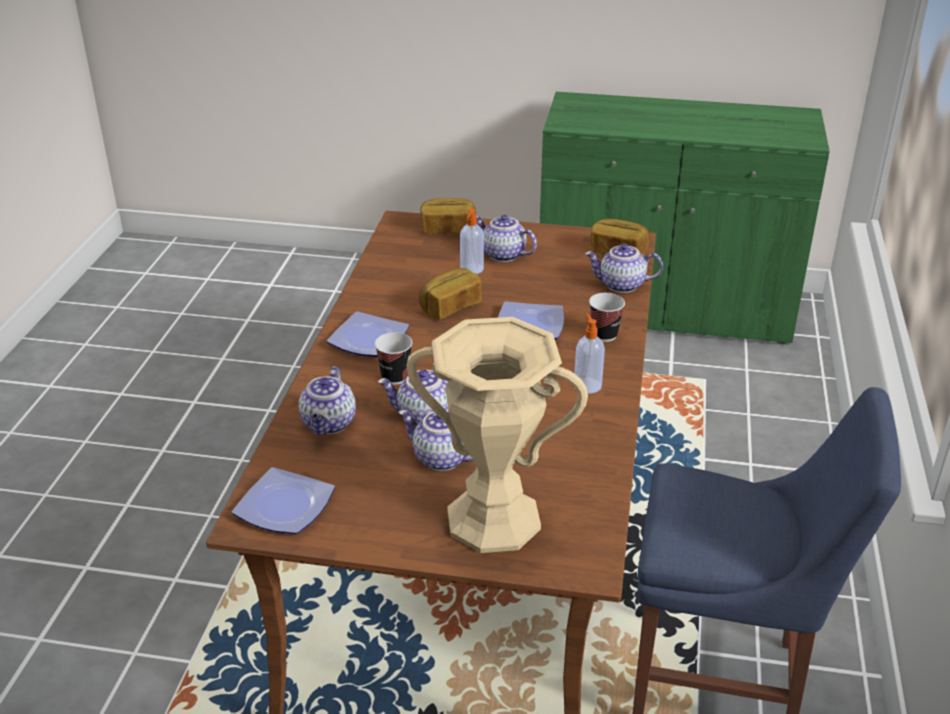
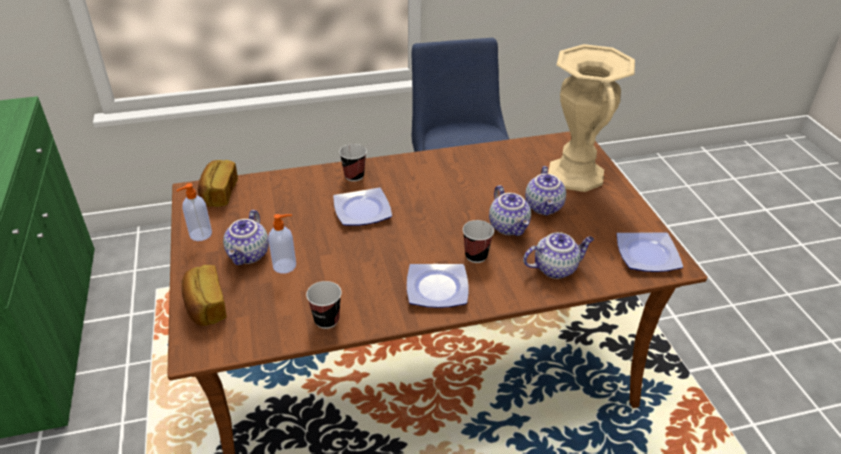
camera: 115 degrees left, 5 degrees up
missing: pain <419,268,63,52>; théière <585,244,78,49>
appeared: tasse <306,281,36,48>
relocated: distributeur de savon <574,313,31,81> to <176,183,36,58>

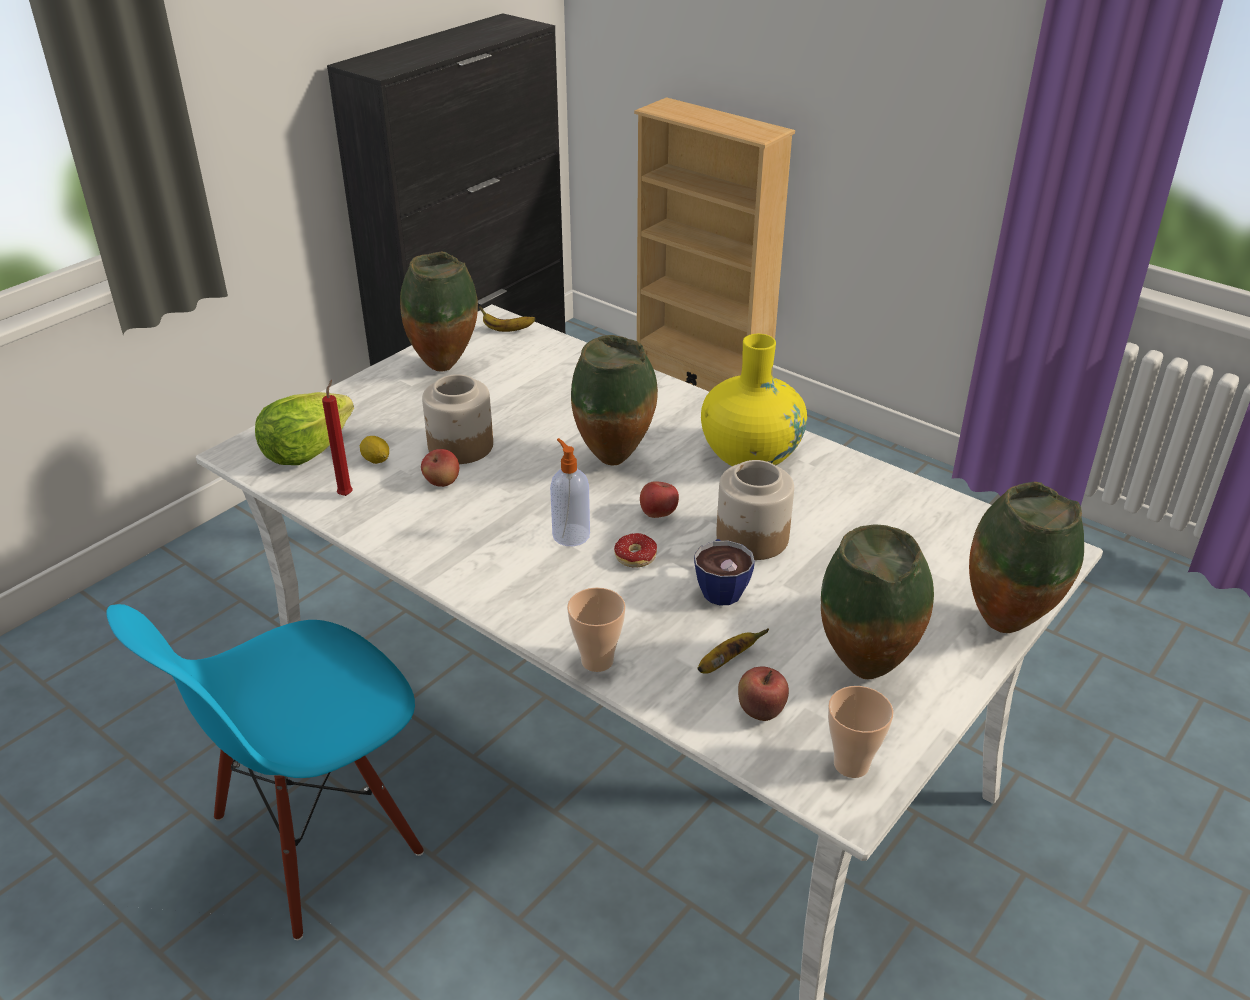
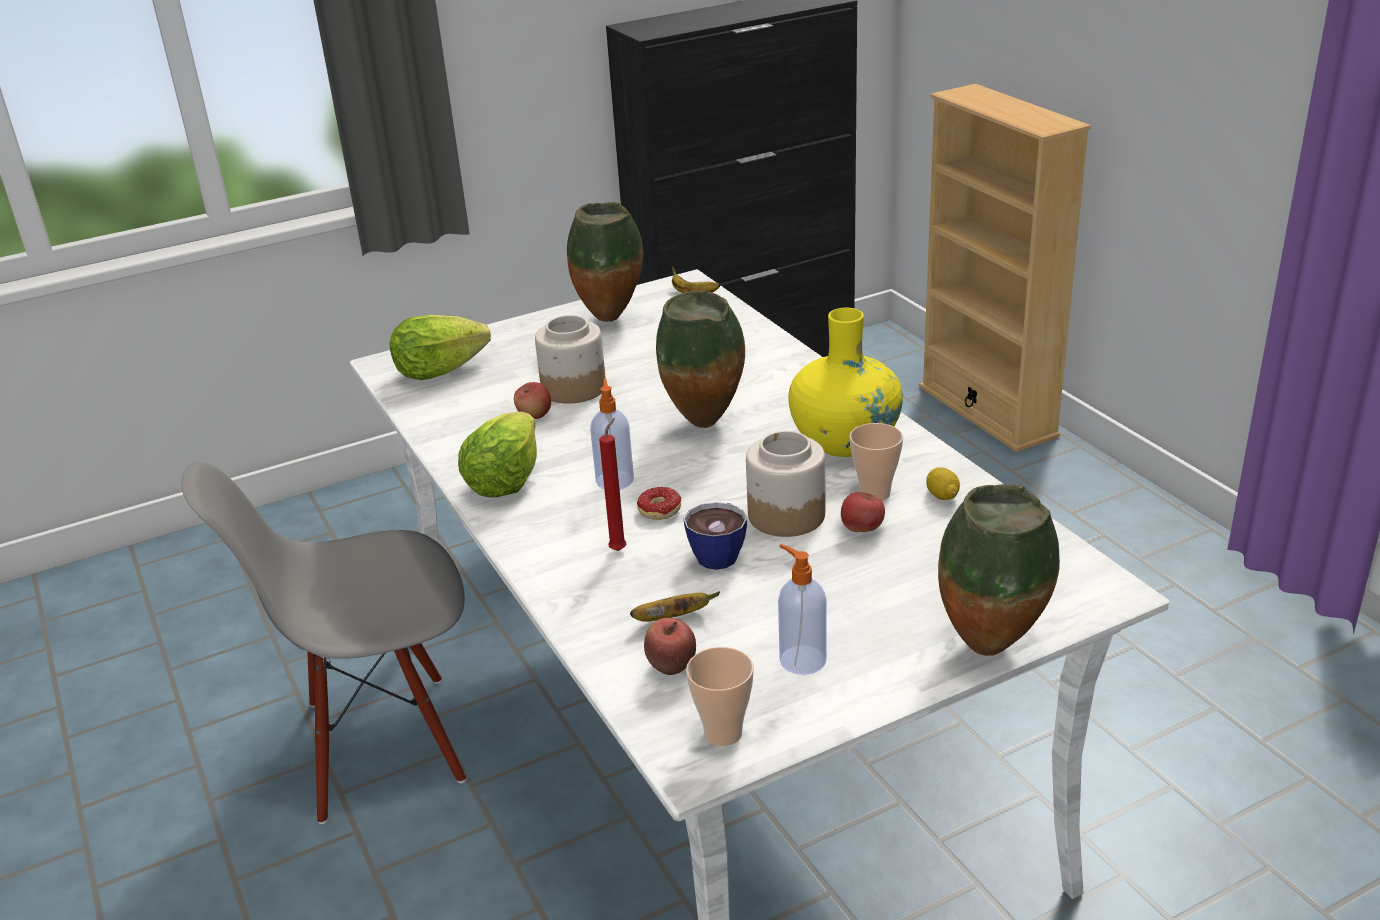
camera: 25 degrees right, 5 degrees down
appeared: laitue <458,412,79,86>
relocated: bougie [rouge] <322,380,31,116> to <599,418,28,133>; citron <360,436,29,28> to <926,467,34,33>; tasse <567,587,59,85> to <849,423,54,78>; pomme <640,481,39,37> to <841,492,44,40>
exchanged: vase <821,525,113,154> to distributeur de savon <778,544,49,131>
colour: chaise [bleu] <106,604,318,336> to chaise [gris] <181,462,285,362>

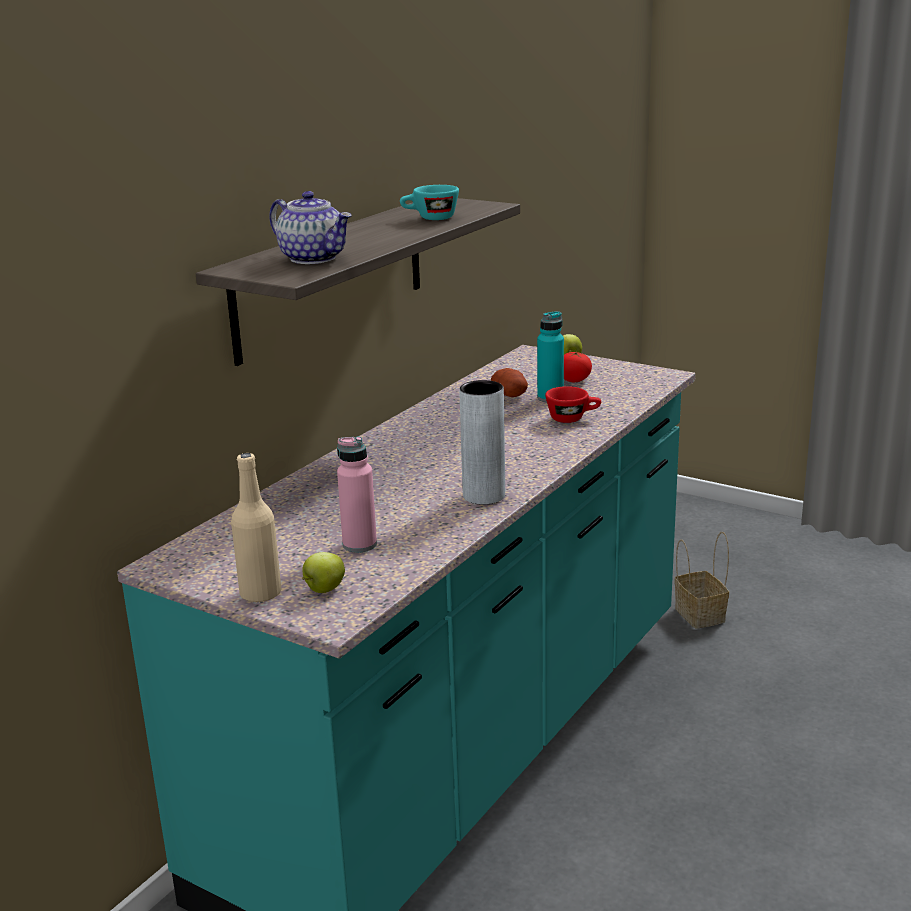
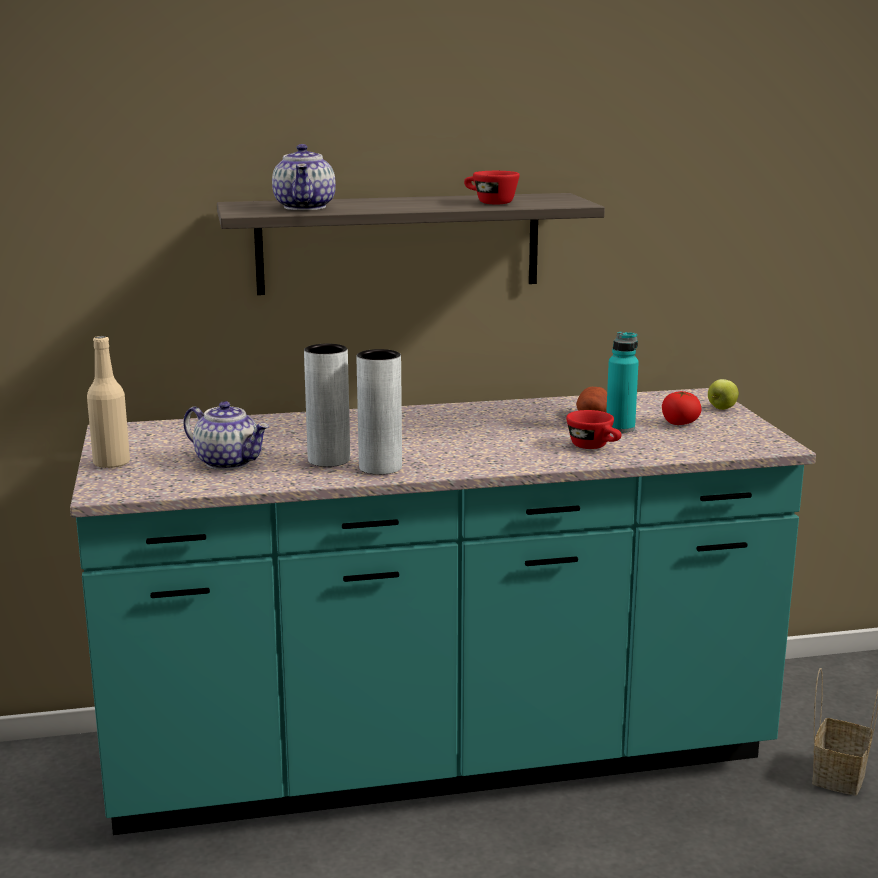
camera: 45 degrees right, 5 degrees down
missing: pomme <302,552,43,41>
appeared: vase [gris] <304,344,46,123>
exchanged: bouteille [rose] <337,436,40,117> to théière <183,401,86,69>
colour: tasse [turquoise] <400,185,59,35> to tasse [rouge] <464,171,56,33>

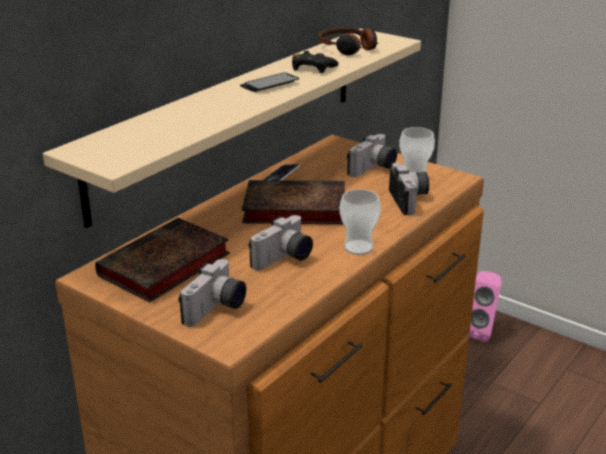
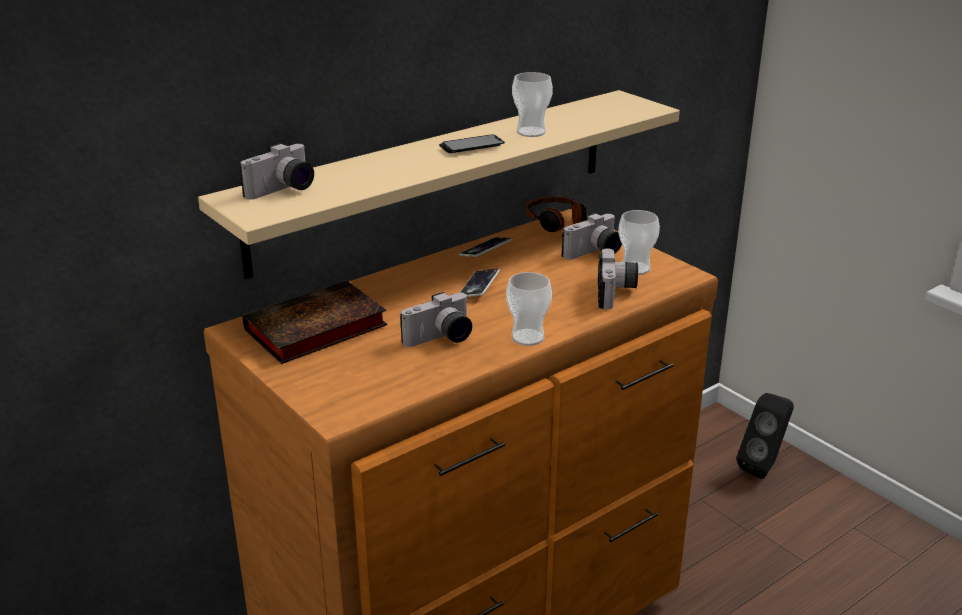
camera: 15 degrees right, 0 degrees up
relocated: appareil photo <178,259,68,68> to <240,143,74,57>; casque audio <319,28,59,27> to <526,196,61,36>
exchanged: livre <242,180,103,44> to téléphone <460,269,40,28>; manette [noir] <292,51,47,22> to tasse <512,72,41,65>
colour: enceinte [rose] <467,271,35,71> to enceinte [noir] <737,393,57,86>

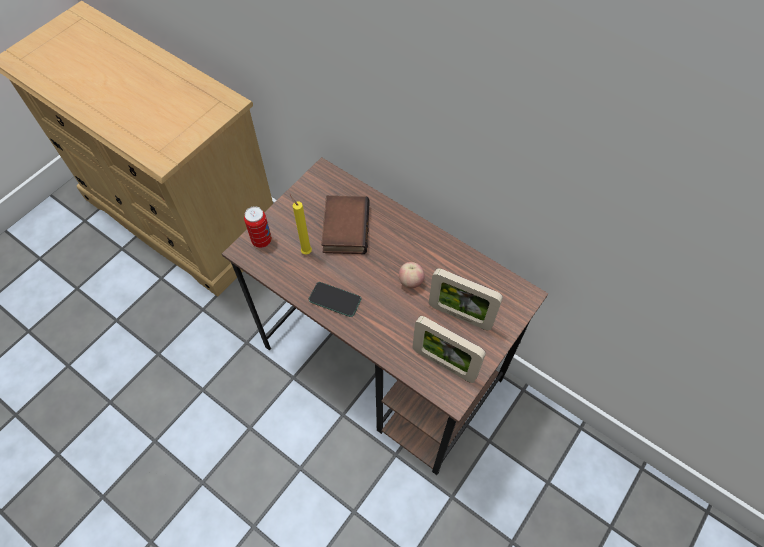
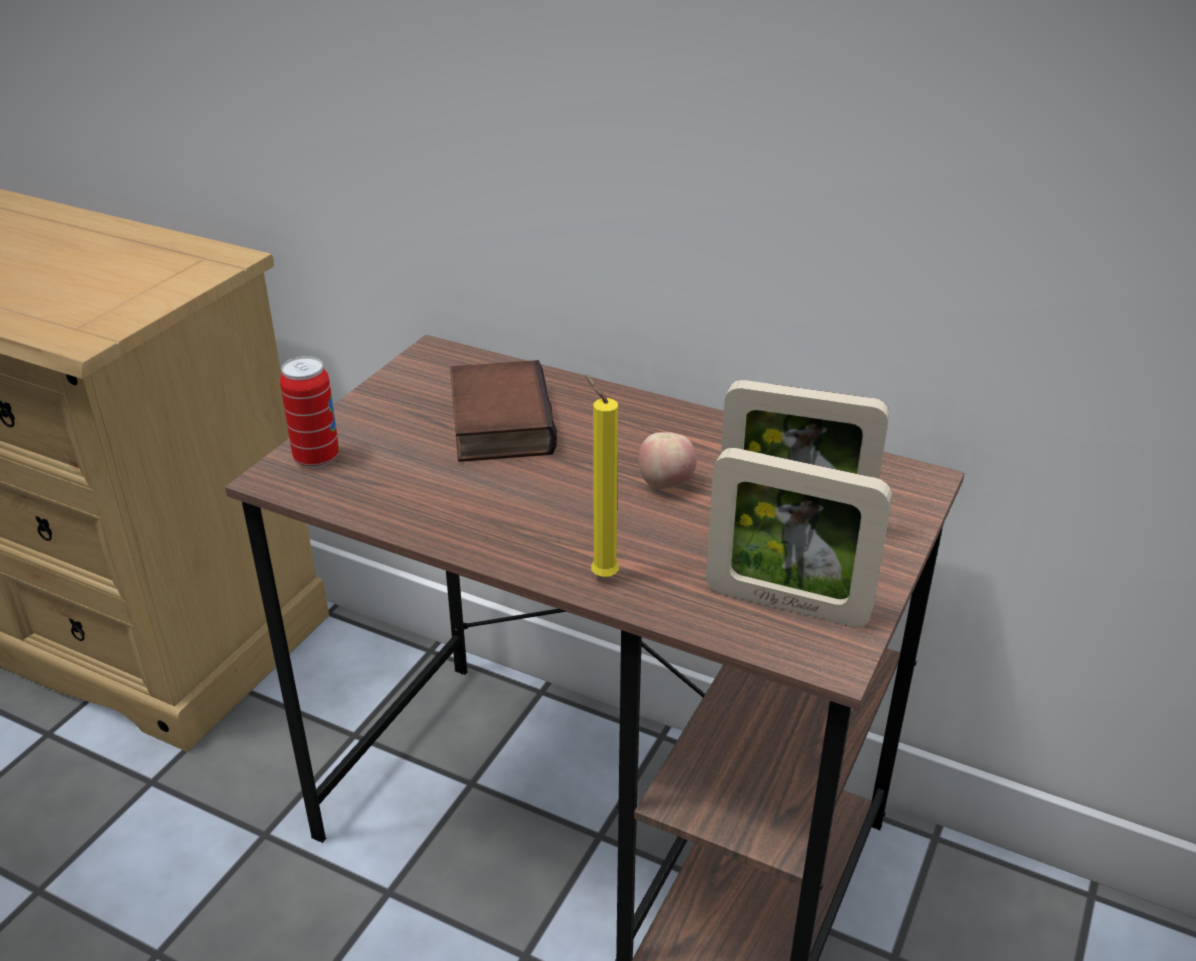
camera: 10 degrees left, 25 degrees down
missing: téléphone <308,282,54,35>
relocated: bougie [jaune] <290,193,22,62> to <585,374,34,203>

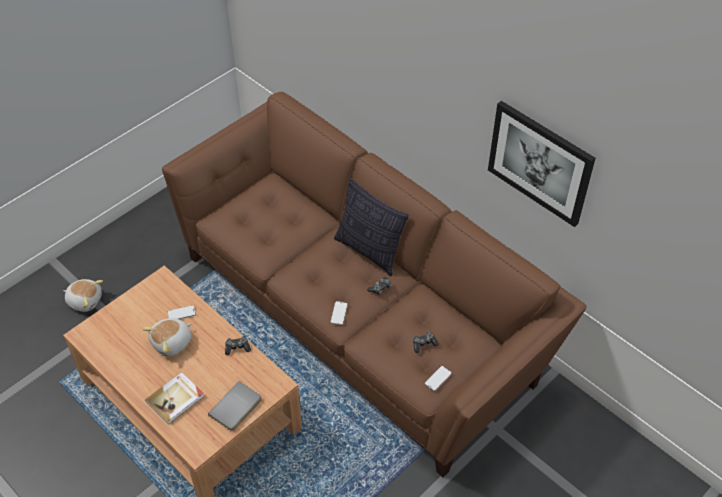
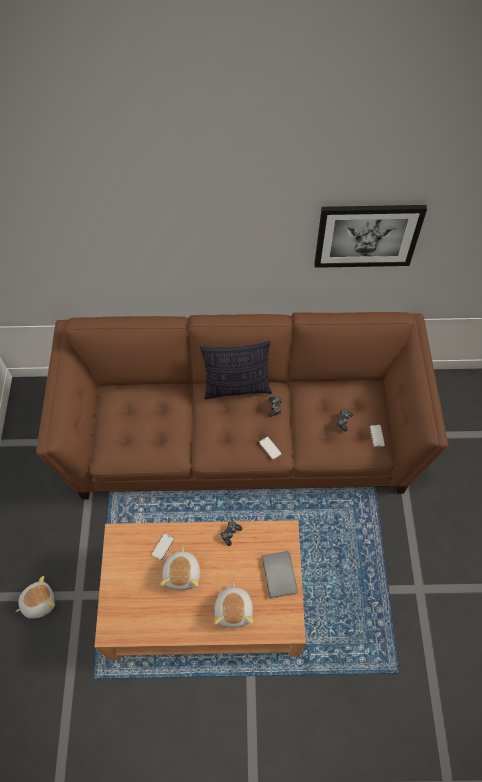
camera: 45 degrees left, 10 degrees up
exchanged: livre <145,372,59,53> to peluche <214,582,39,46>

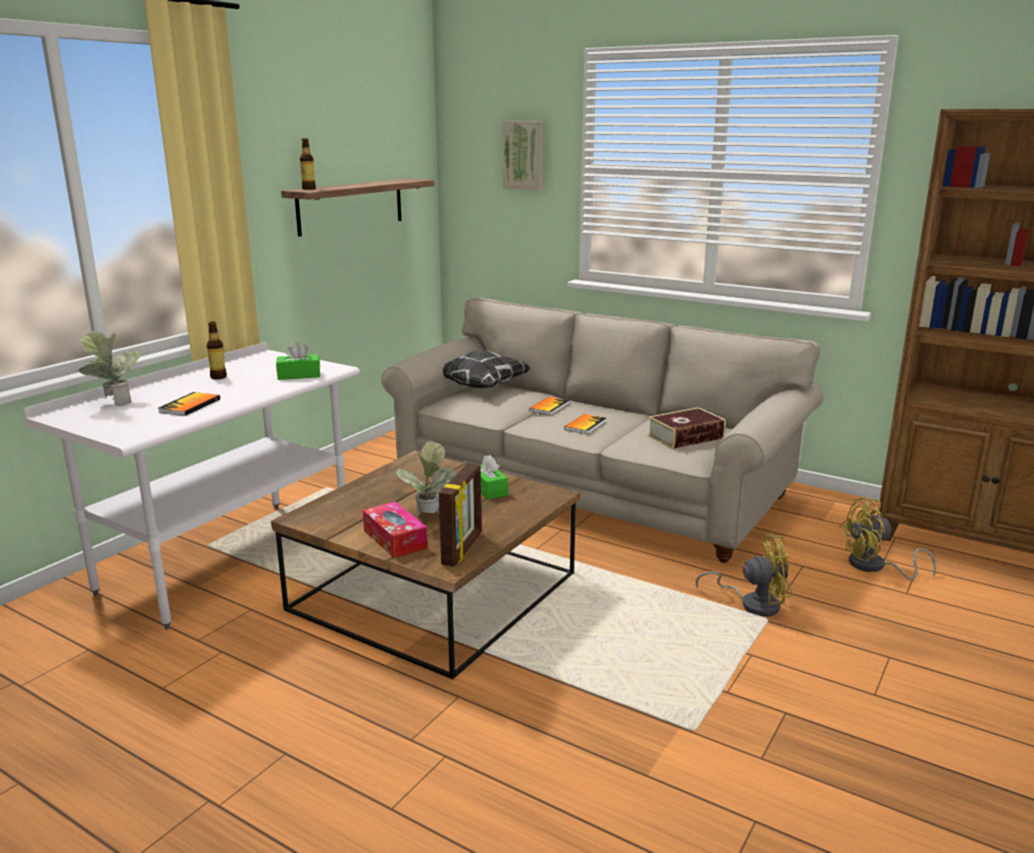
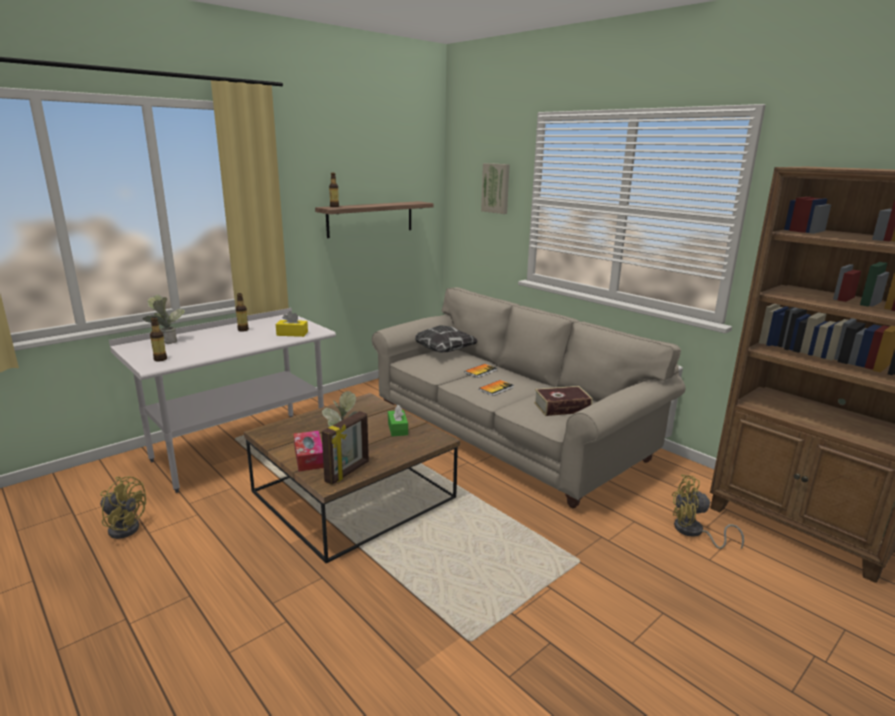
camera: 15 degrees right, 0 degrees up
missing: livre <158,392,62,24>
appeared: bouteille <150,317,17,44>
relocated: ventilateur [jaune] <696,534,97,83> to <100,476,46,63>
colour: boîte à mouchoirs [vert] <276,342,44,38> to boîte à mouchoirs [jaune] <276,311,32,26>

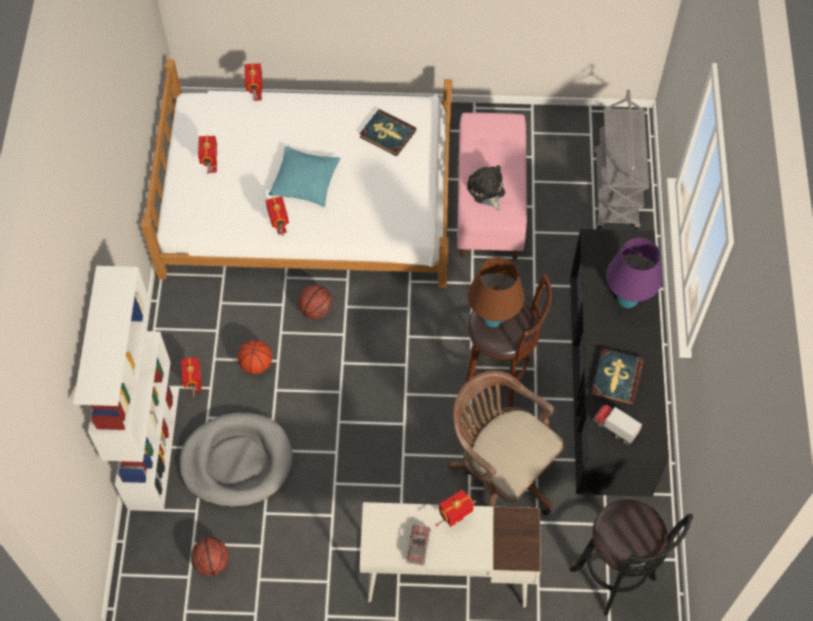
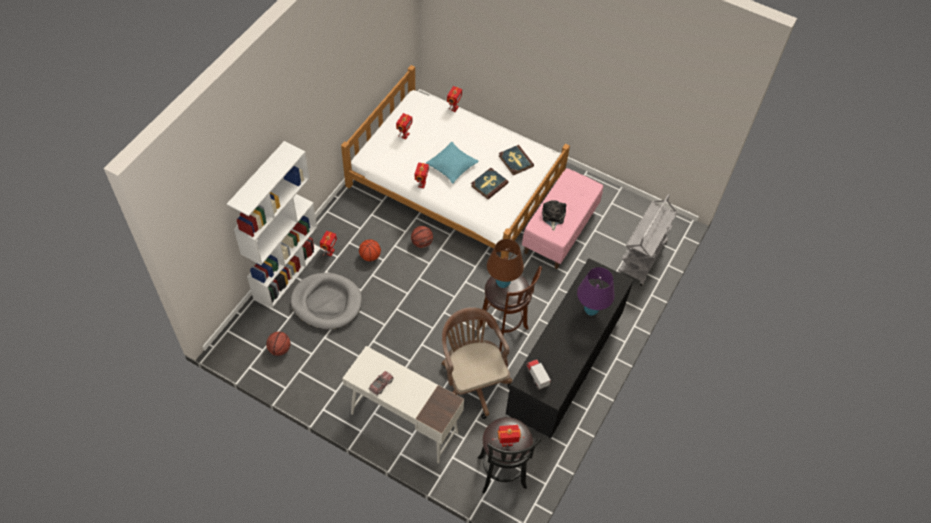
camera: 25 degrees right, 5 degrees down
relocated: robot jouet <436,490,40,37> to <492,425,33,22>; livre <591,348,53,58> to <471,168,38,31>

